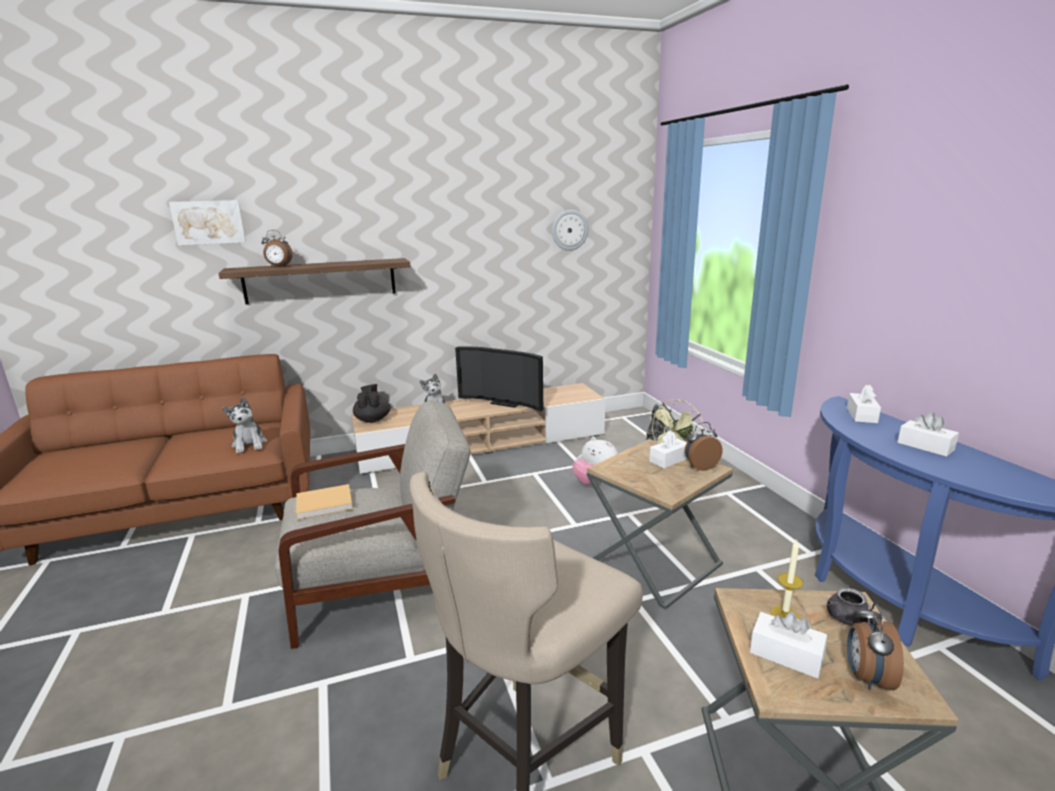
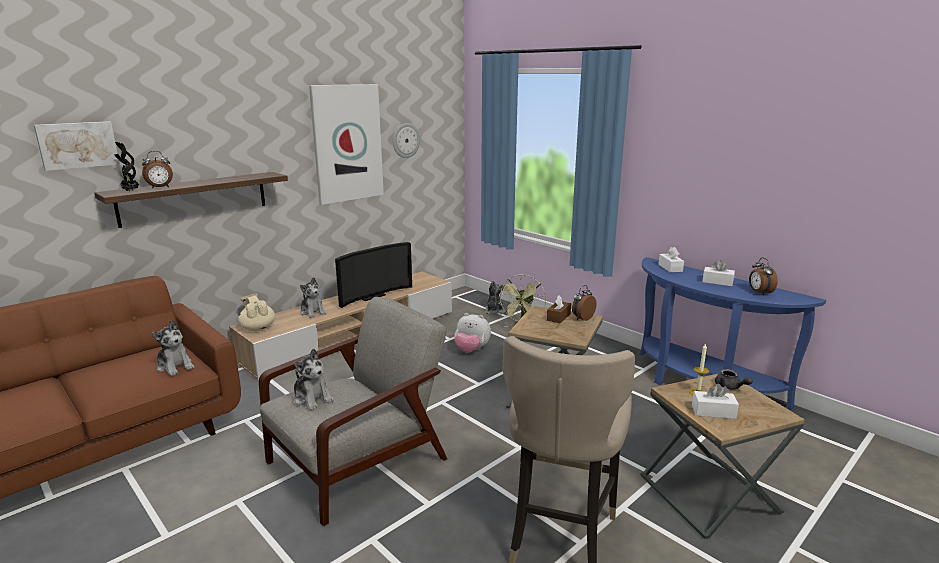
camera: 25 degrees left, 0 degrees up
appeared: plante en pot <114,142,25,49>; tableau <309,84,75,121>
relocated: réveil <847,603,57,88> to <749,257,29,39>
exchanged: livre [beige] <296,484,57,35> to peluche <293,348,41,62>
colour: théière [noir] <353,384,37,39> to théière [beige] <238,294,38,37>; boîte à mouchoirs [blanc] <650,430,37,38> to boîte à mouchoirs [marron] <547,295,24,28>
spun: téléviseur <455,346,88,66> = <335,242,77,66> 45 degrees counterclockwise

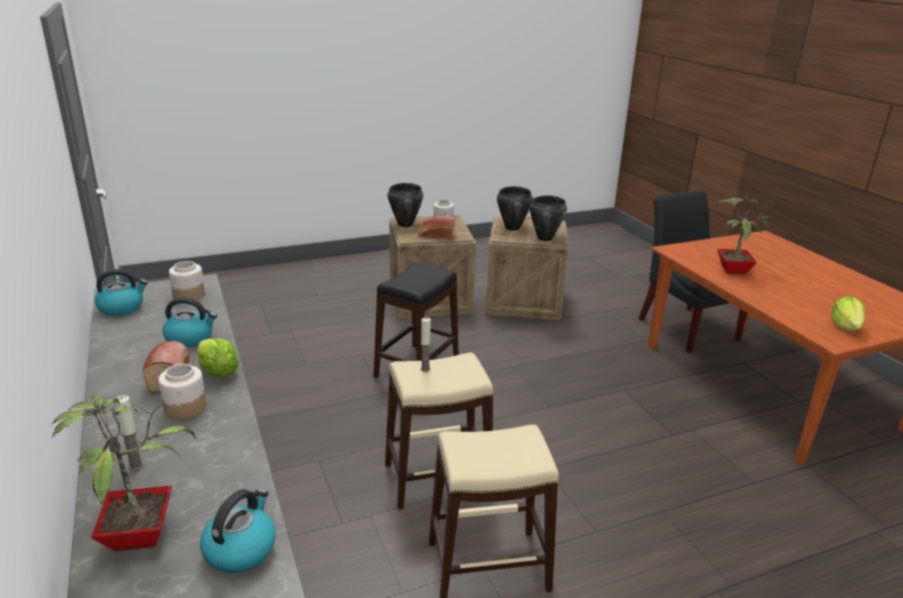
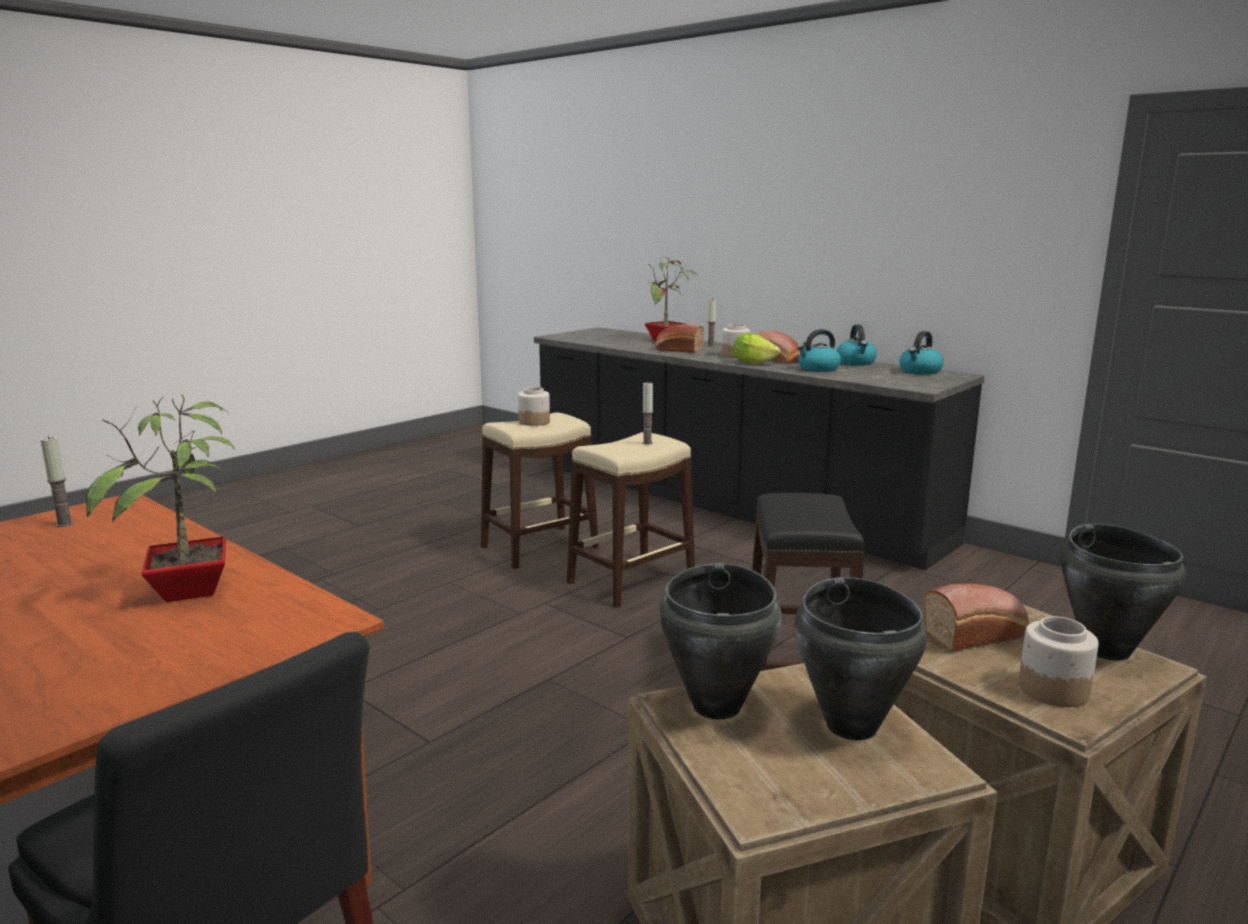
camera: 155 degrees right, 10 degrees down
appeared: pain <655,324,49,29>
relocated: bocal <169,261,36,39> to <518,387,32,39>; bouilloire <200,489,76,84> to <836,324,41,42>
exchanged: laitue <831,296,34,35> to bougie <40,436,34,91>

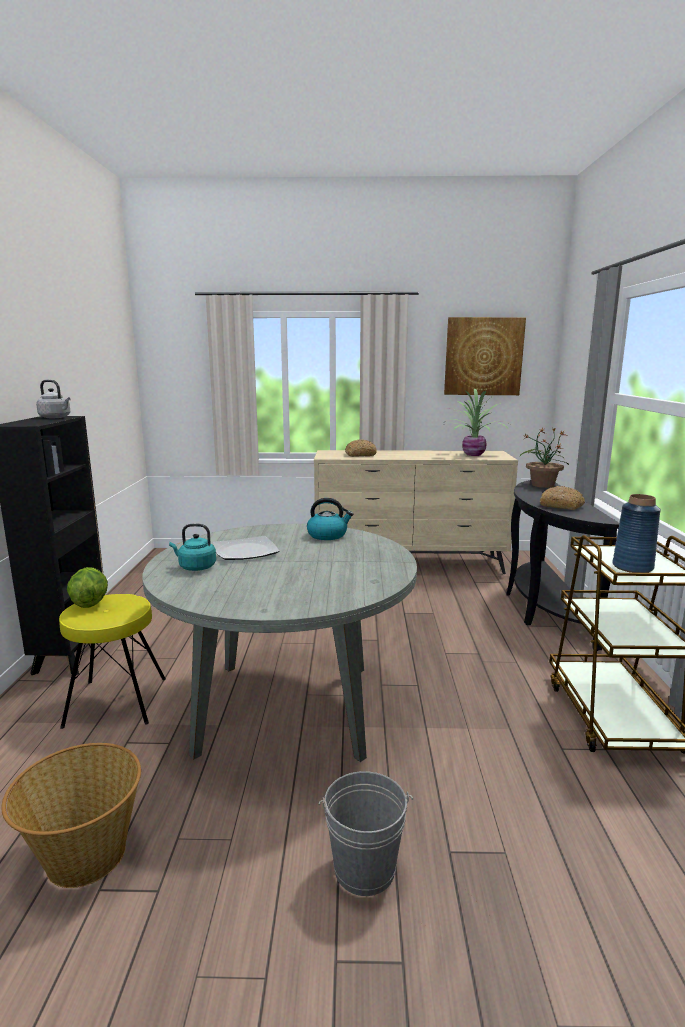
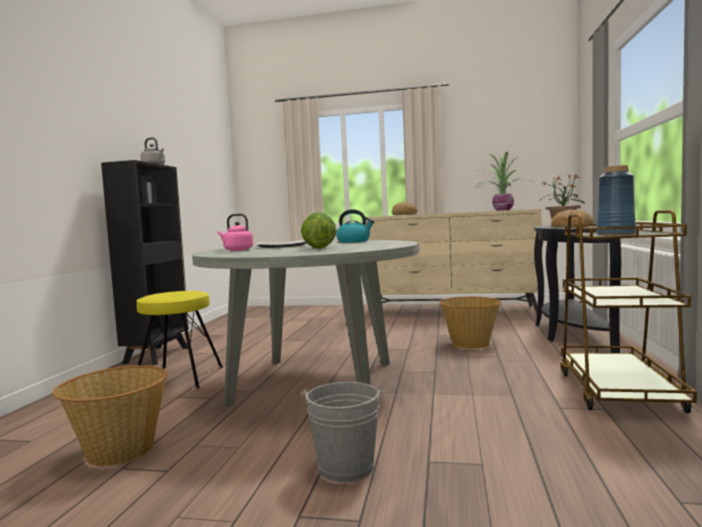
camera: 10 degrees right, 10 degrees down
missing: tableau <444,317,82,78>
appeared: panier <439,297,63,52>
relocated: laitue <67,567,41,41> to <301,212,36,37>
colour: bouilloire [turquoise] <169,524,47,47> to bouilloire [rose] <217,214,36,37>

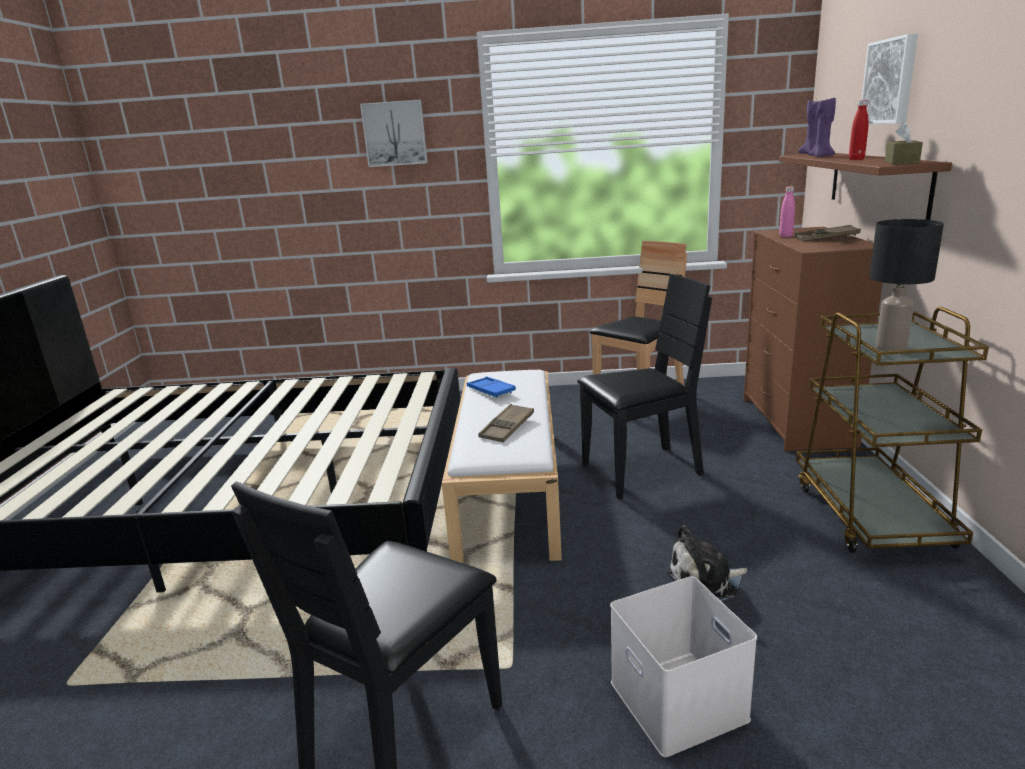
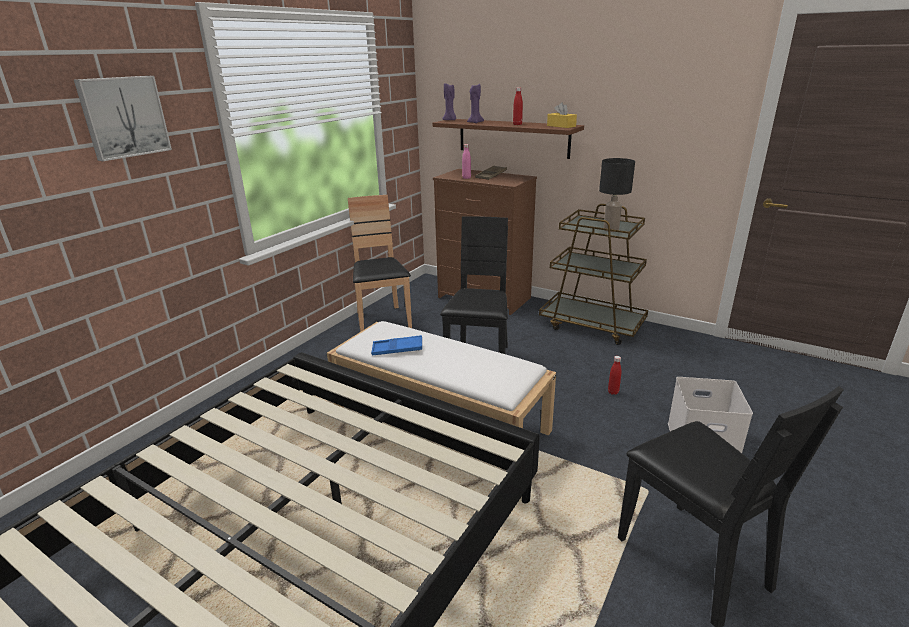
camera: 60 degrees left, 5 degrees up
missing: plateau [marron] <478,404,56,38>; tableau <862,33,56,91>
exchanged: peluche <666,525,81,76> to bouteille [rouge] <608,356,13,39>
colour: boîte à mouchoirs [marron] <885,122,38,43> to boîte à mouchoirs [jaune] <547,103,30,25>

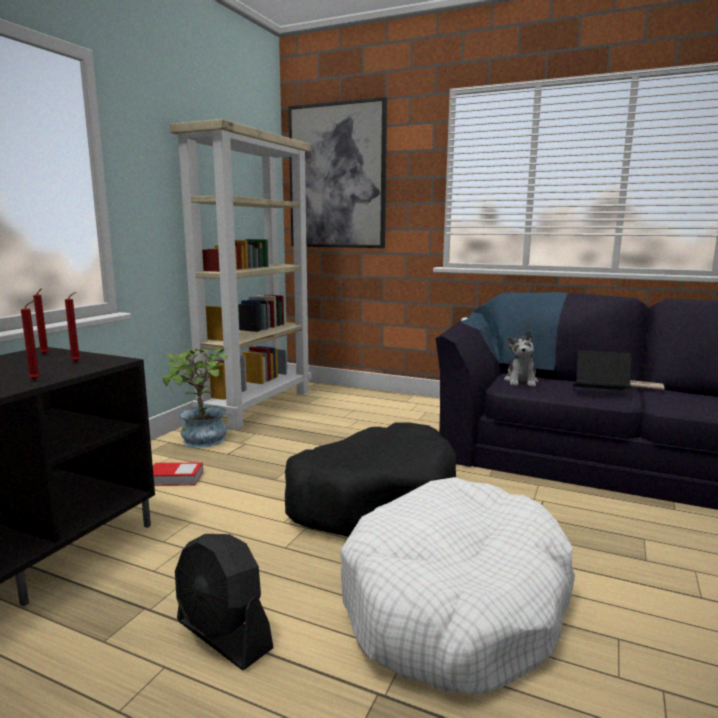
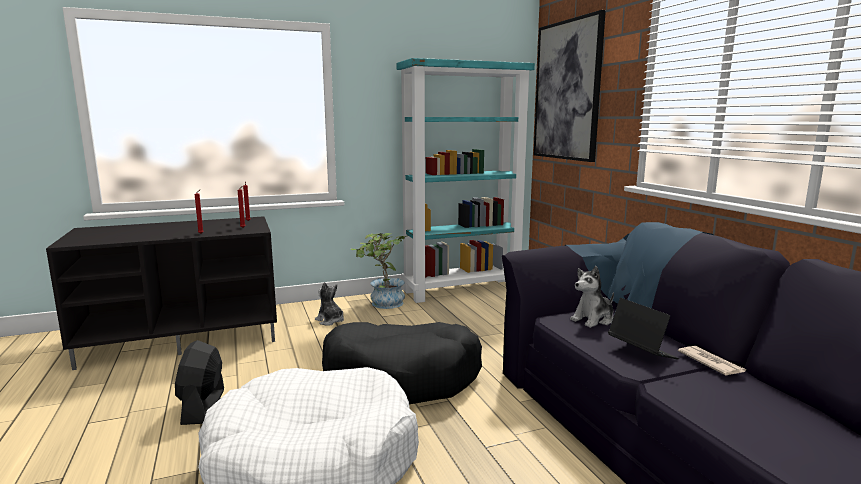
camera: 45 degrees right, 0 degrees up
exchanged: livre <153,462,50,24> to peluche <315,282,29,44>
colour: bibliothèque [beige] <170,119,141,311> to bibliothèque [turquoise] <397,58,138,245>

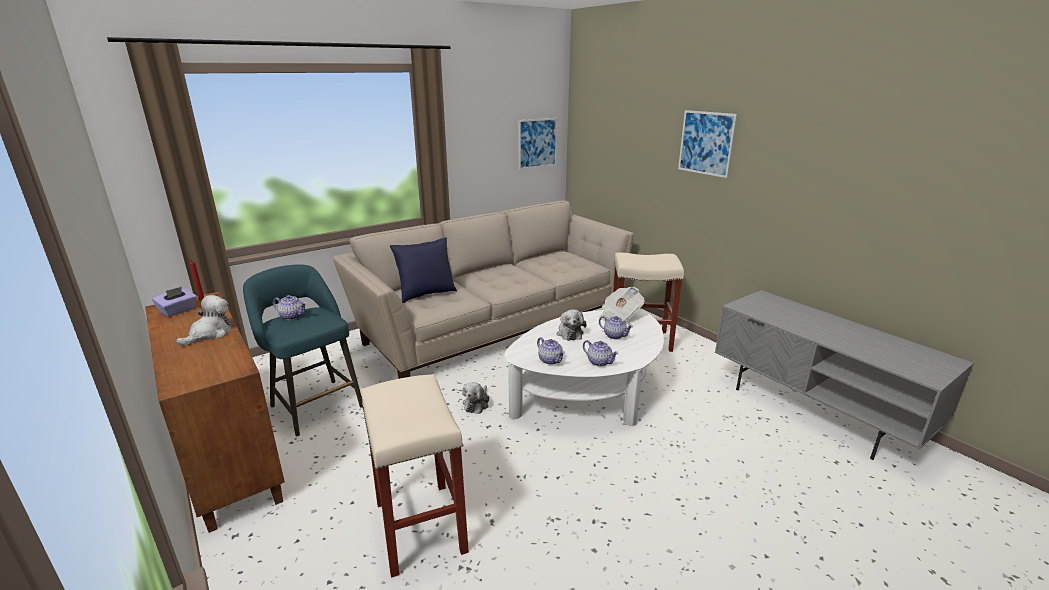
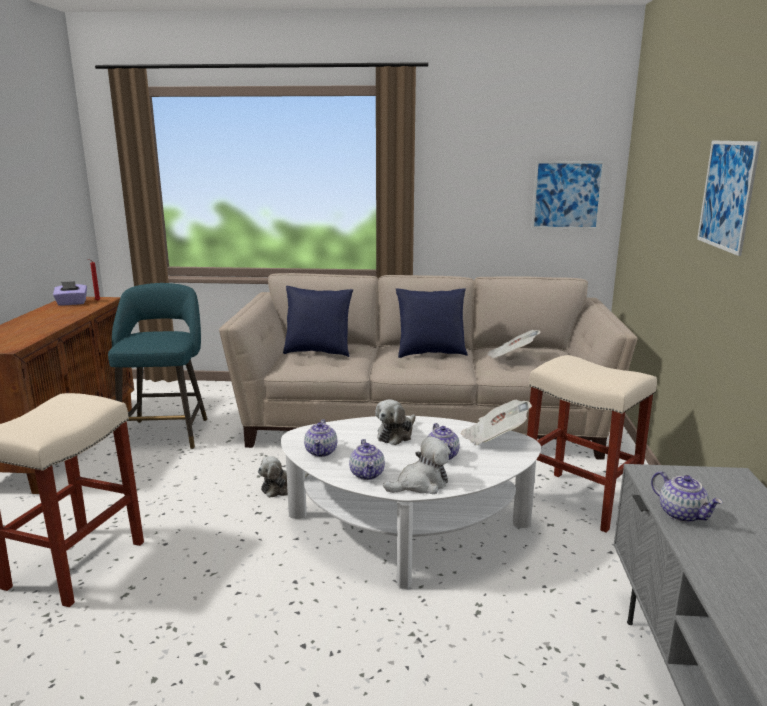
camera: 40 degrees right, 5 degrees down
appeared: coussin [bleu] <396,288,72,70>; journal <487,330,53,29>
relocated: peluche <176,295,56,51> to <383,436,68,58>; théière <273,295,34,25> to <651,471,72,51>

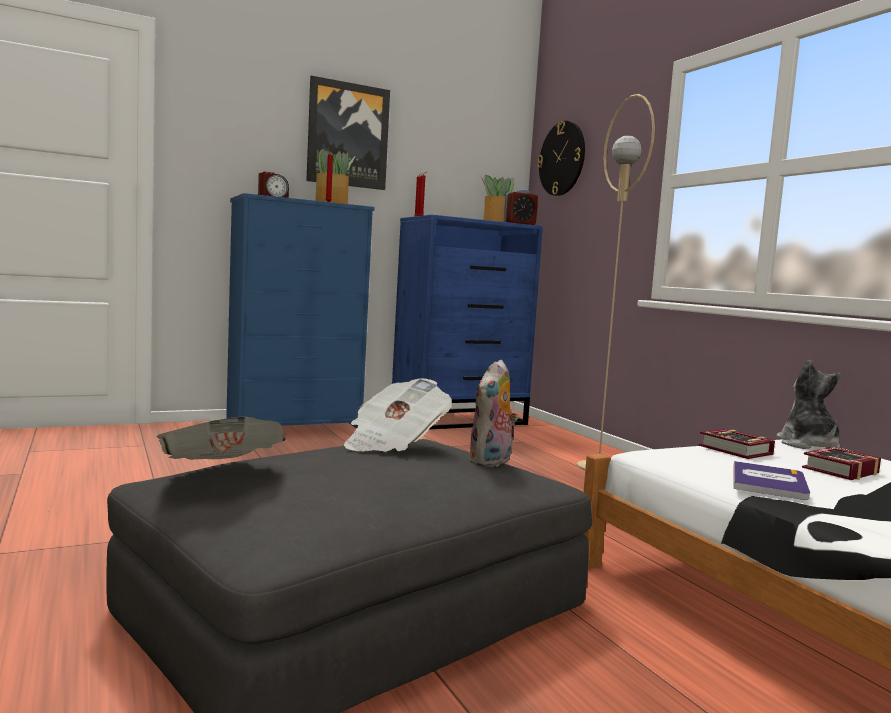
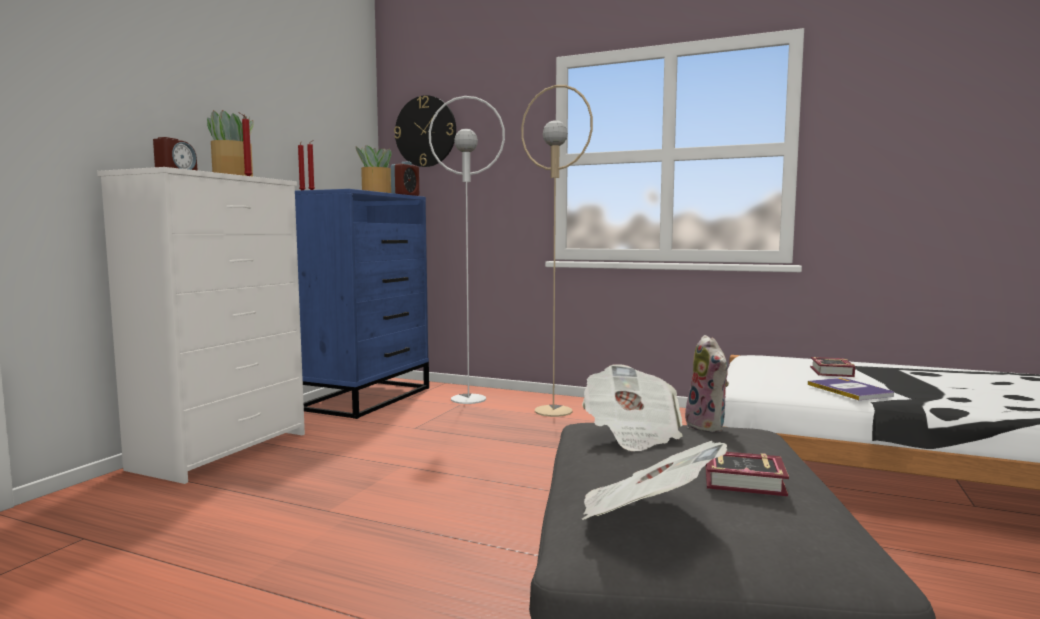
camera: 40 degrees left, 0 degrees up
missing: tableau <306,76,84,114>; peluche <776,360,64,89>
appeared: lampadaire [blanc] <429,96,76,308>
relocated: livre <699,429,76,30> to <705,452,84,44>
colour: commode [bleu] <226,193,148,236> to commode [blanc] <97,167,208,317>

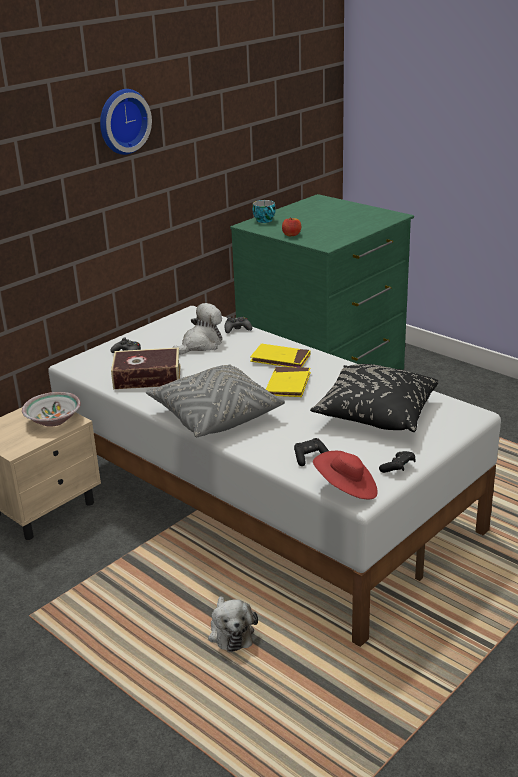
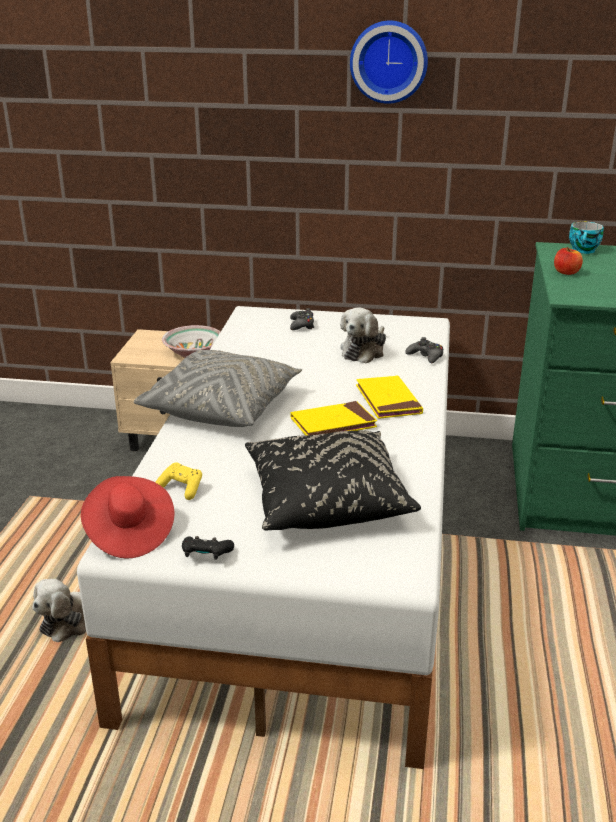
camera: 55 degrees right, 0 degrees up
missing: livre <111,347,70,42>
colour: manette [noir] <294,438,35,28> to manette [jaune] <155,462,47,38>
spun: peluche <173,303,49,52> = <340,308,46,55> 105 degrees clockwise

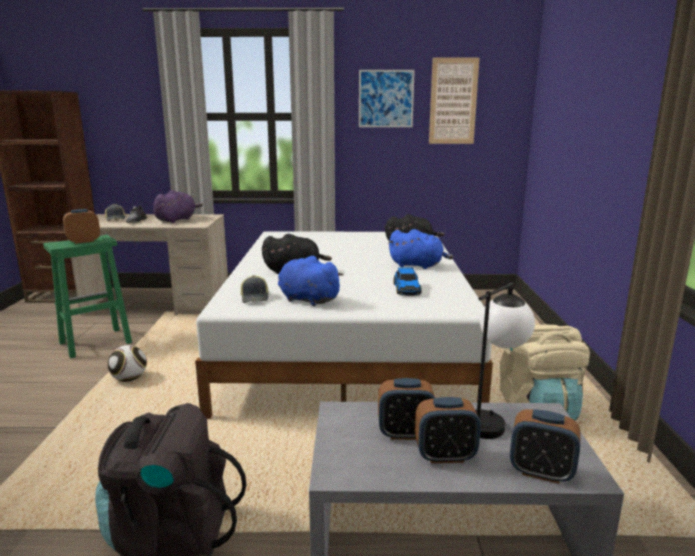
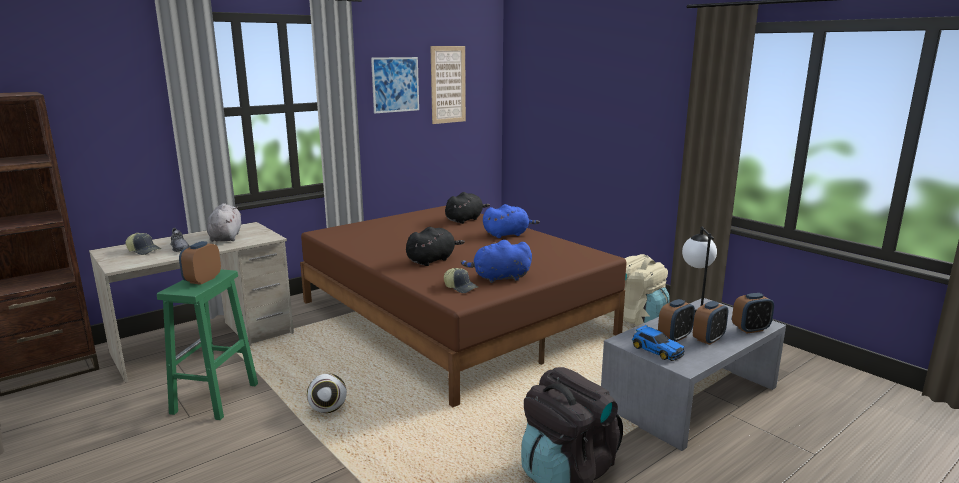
camera: 40 degrees left, 0 degrees up
relocated: petite voiture <394,267,28,29> to <632,325,52,36>
colour: peluche [violet] <153,190,50,33> to peluche [gris] <207,203,34,39>; lit [blanc] <195,231,298,188> to lit [marron] <300,206,327,201>

